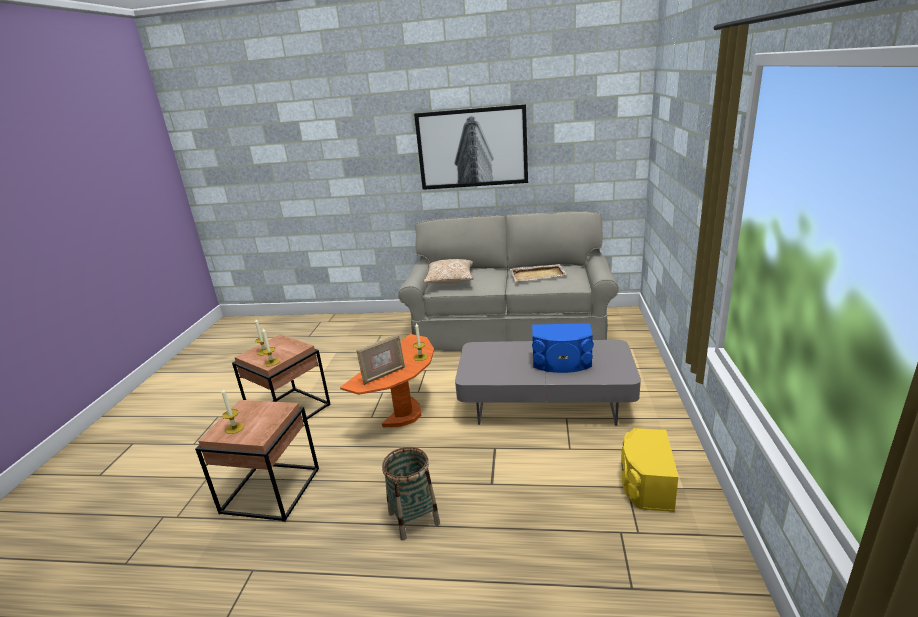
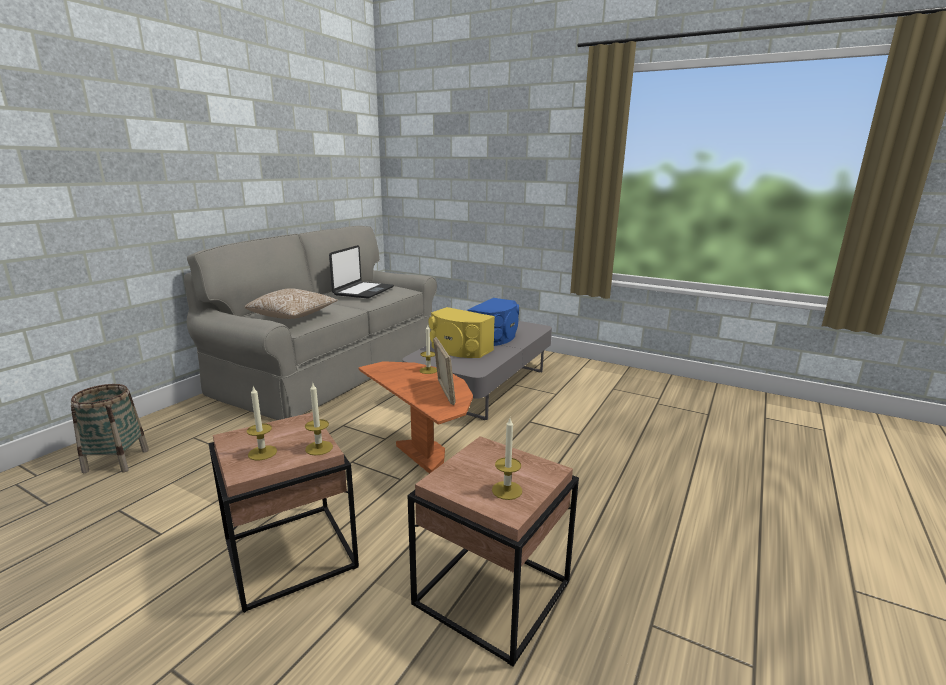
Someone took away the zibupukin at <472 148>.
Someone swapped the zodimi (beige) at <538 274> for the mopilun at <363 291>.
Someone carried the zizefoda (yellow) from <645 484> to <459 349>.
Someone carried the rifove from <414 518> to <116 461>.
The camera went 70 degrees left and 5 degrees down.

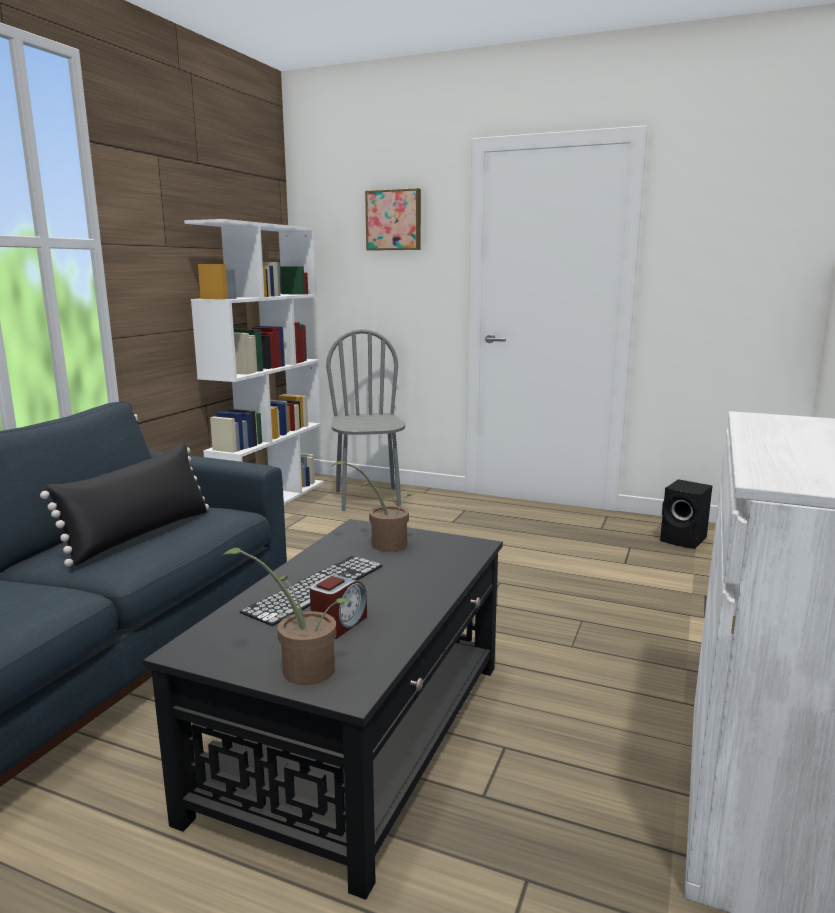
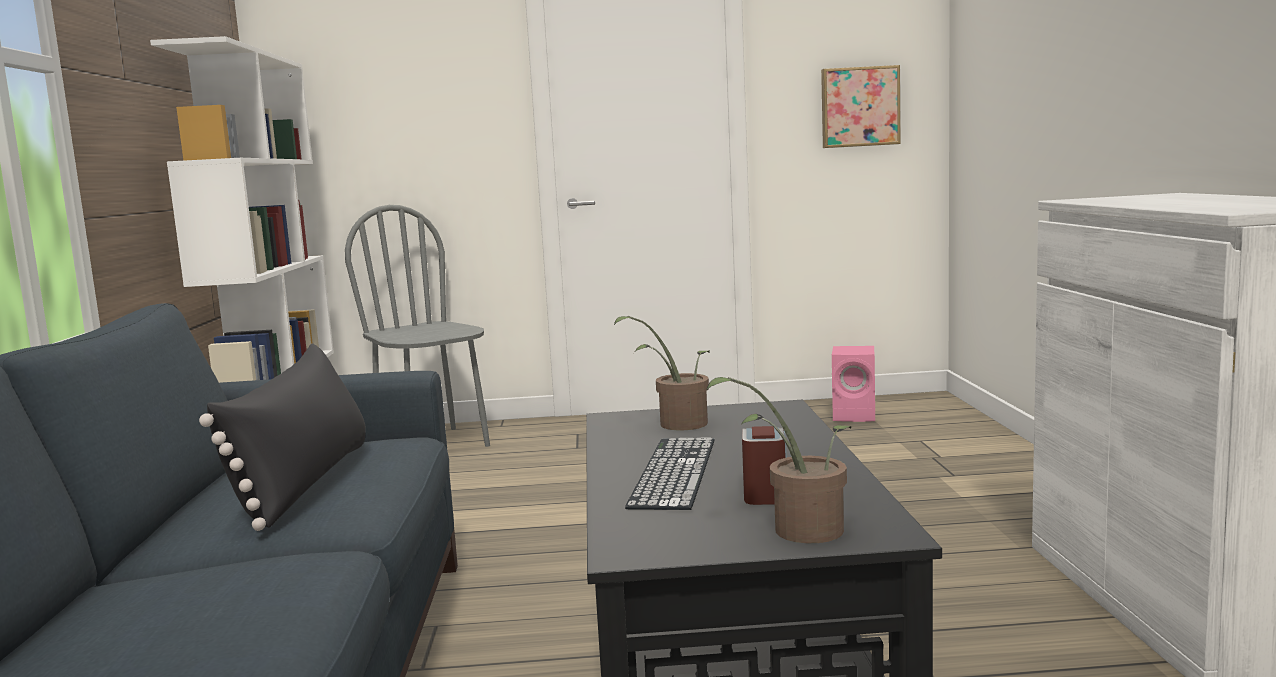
Someone carried the zibupukin from <394 220> to <859 107>.
Someone repainted the zizefoda (black) at <684 540>, which became the zizefoda (pink) at <856 416>.
The camera went 25 degrees left and 5 degrees down.

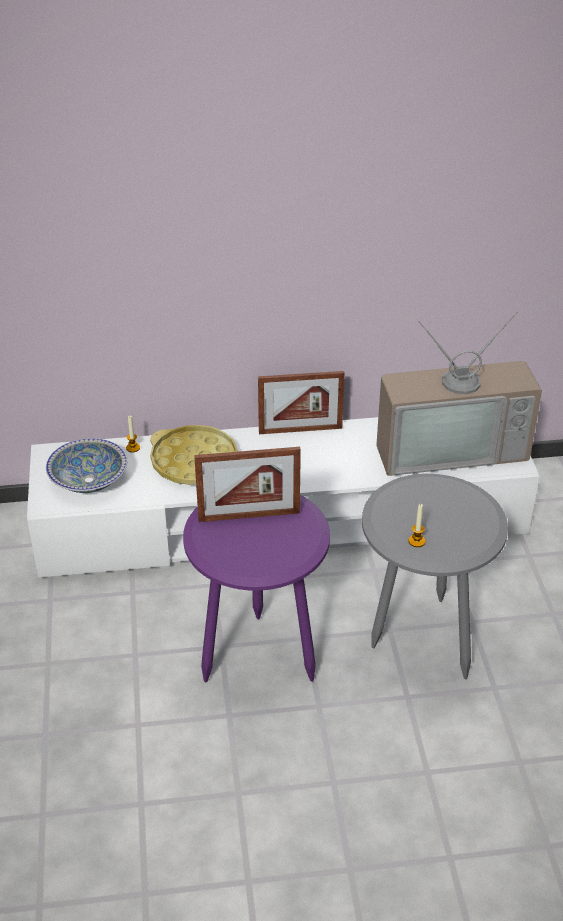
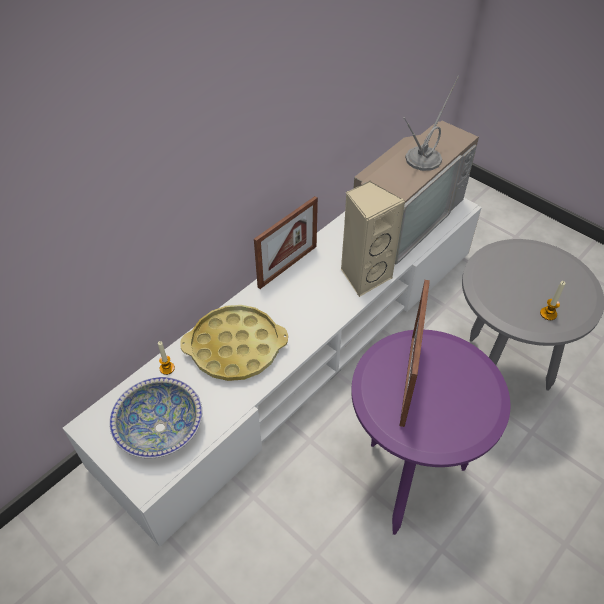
Someone rotated the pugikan at <249 516> by 150 degrees clockwise.
Someone put down the zizefoda (beige) at <364 276>.
The camera went 40 degrees left and 10 degrees up.

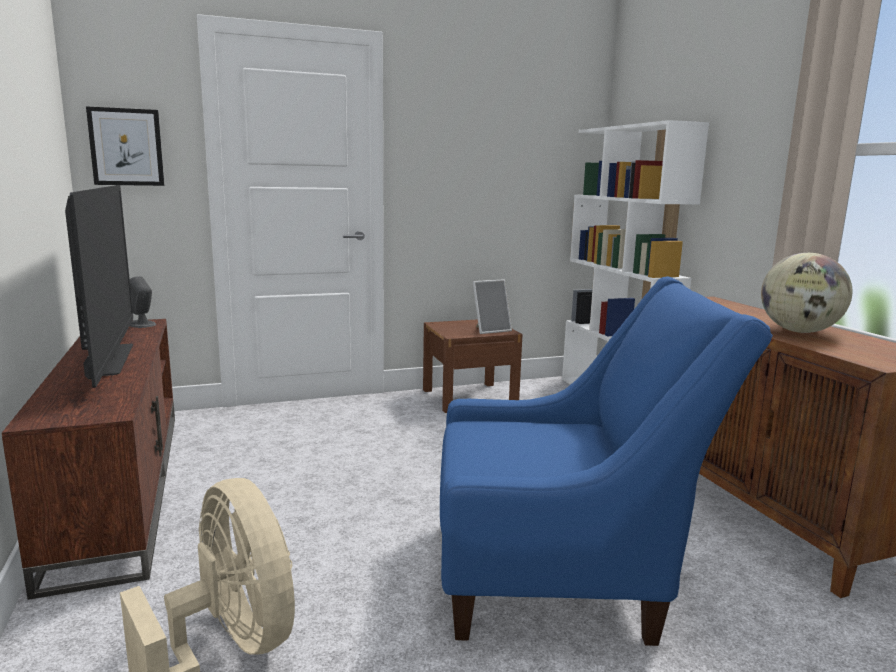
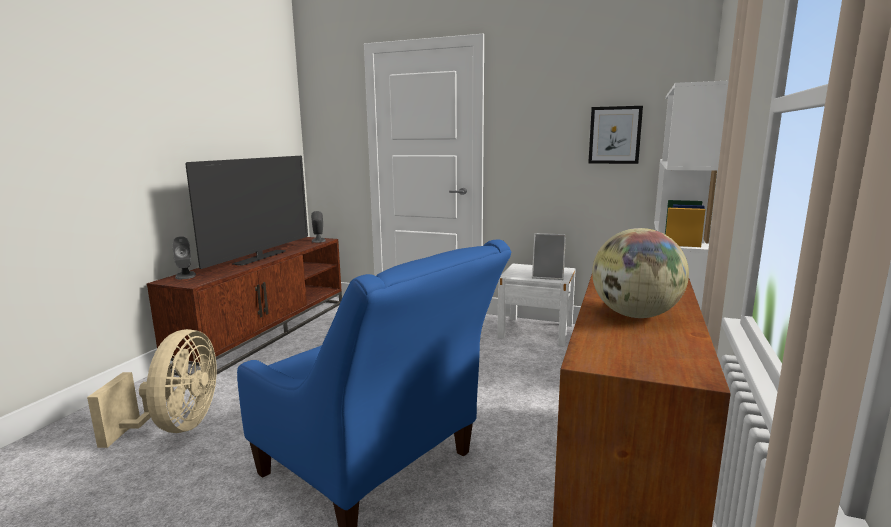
Someone carried the zibupukin from <126 147> to <615 135>.
Someone repainted the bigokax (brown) at <469 397>, which became the bigokax (white) at <536 331>.
Someone put down the zizefoda (grey) at <185 275>.
The camera went 40 degrees right and 0 degrees up.

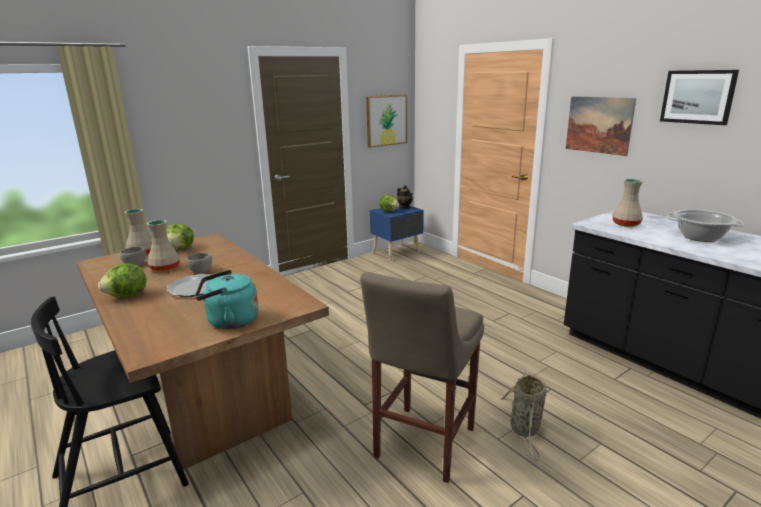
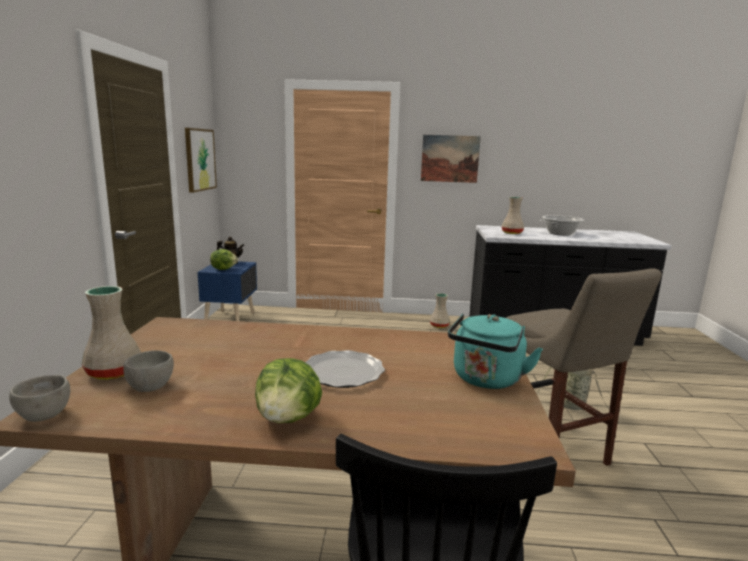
Someone took away the zibupukin at <697 97>.
Someone carried the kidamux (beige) from <165 269> to <439 326>.
Someone took away the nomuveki at <180 249>.
Someone carried the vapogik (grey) from <201 271> to <45 414>.
The camera went 50 degrees left and 5 degrees down.

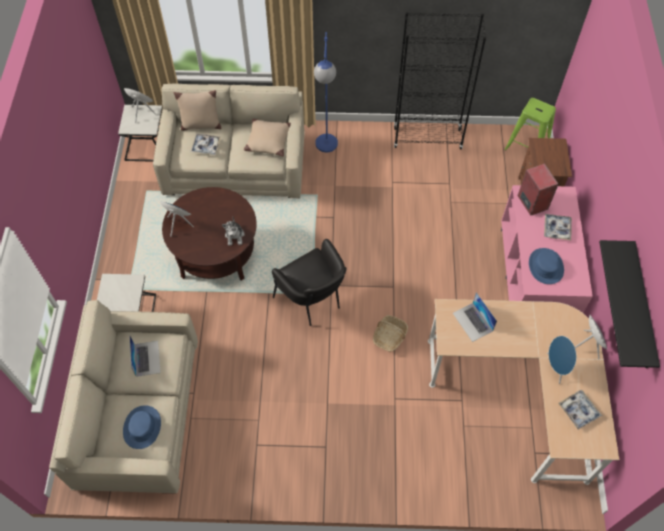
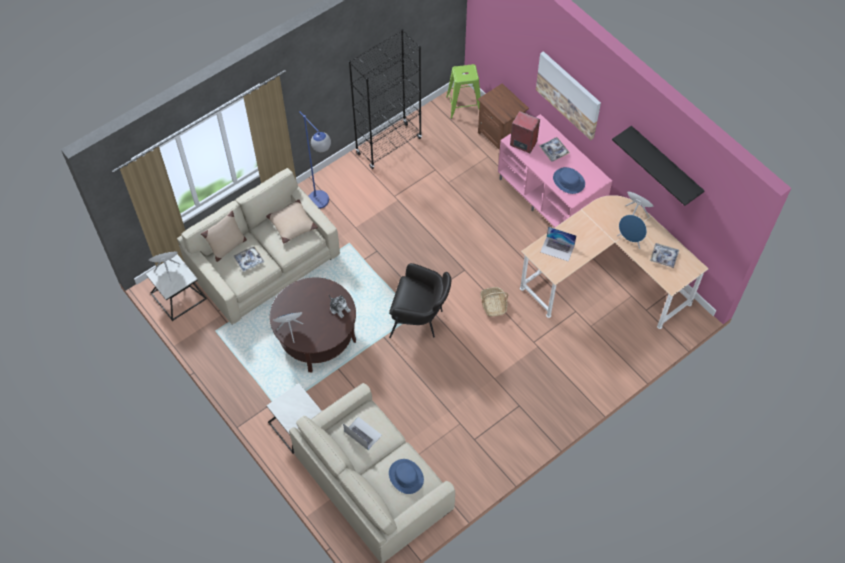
Someone put up the zibupukin at <568 95>.
The camera went 40 degrees left and 0 degrees up.

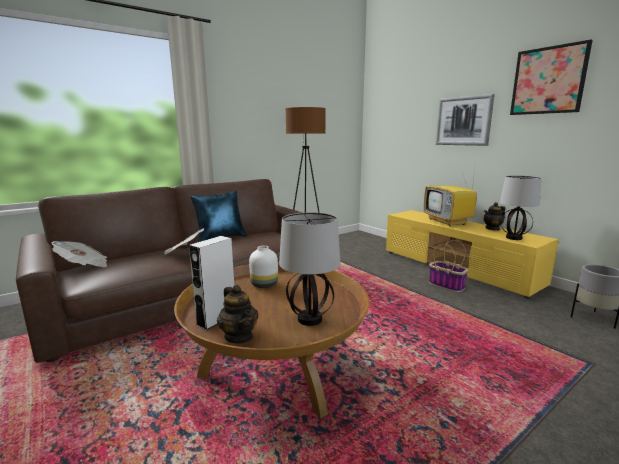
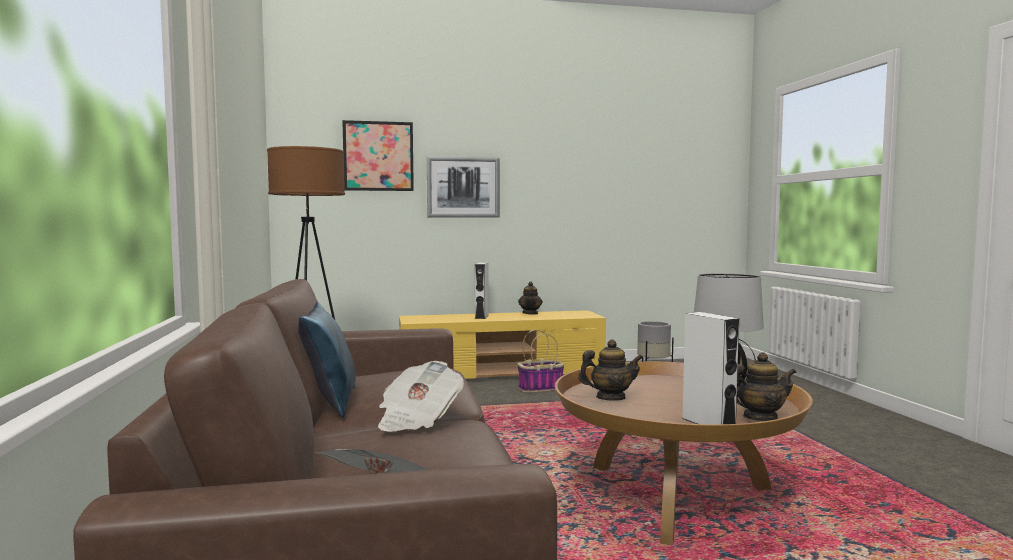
Someone carried the zibupukin from <548 80> to <378 156>.
Someone swapped the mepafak at <448 222> for the zizefoda (white) at <481 317>.
Someone took away the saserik at <513 238>.
Someone swapped the kidamux (white) at <264 284> for the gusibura at <610 398>.
The camera went 65 degrees left and 10 degrees down.

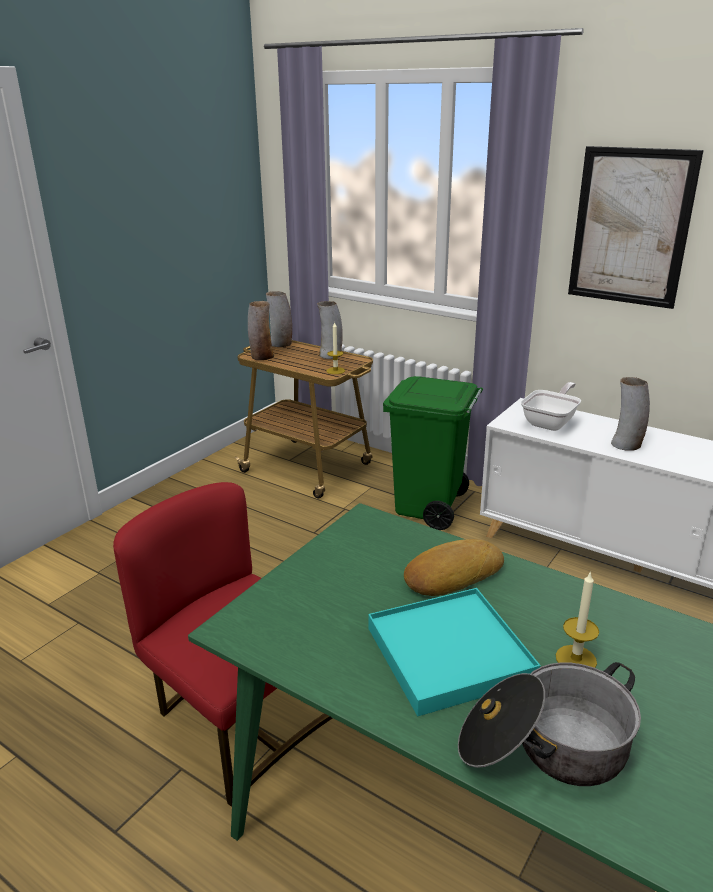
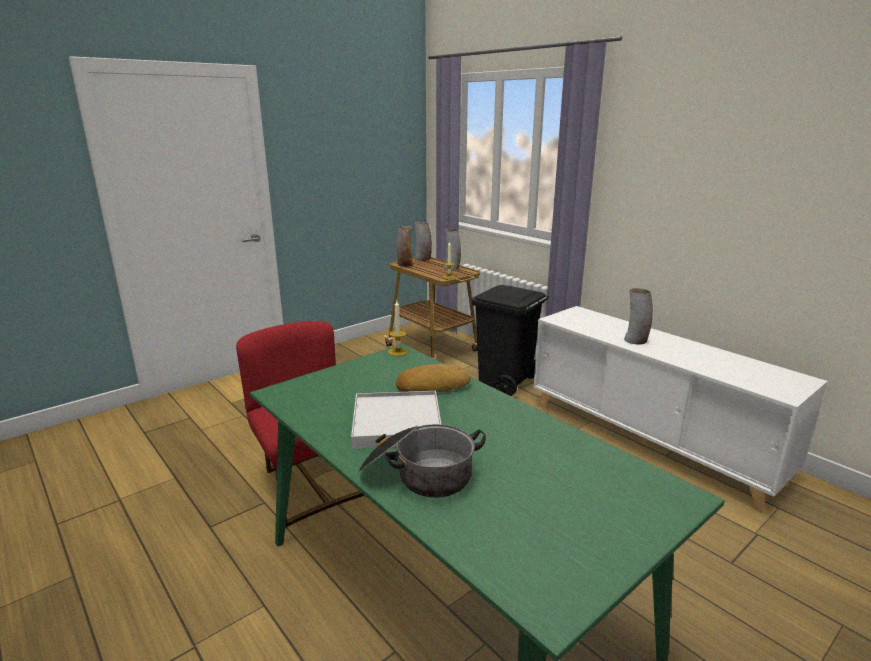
Someone took away the zibupukin at <630 227>.
Someone repainted the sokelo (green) at <429 508>, which became the sokelo (black) at <505 383>.
Someone took away the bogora at <551 422>.
Someone carried the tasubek from <576 659> to <398 352>.
Someone repainted the zodimi (turquoise) at <449 653>, which became the zodimi (white) at <397 423>.
The camera went 15 degrees right and 5 degrees down.

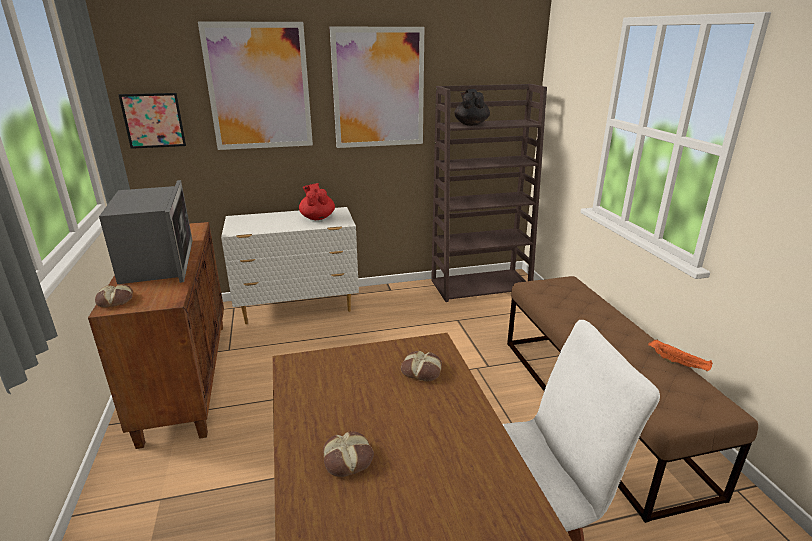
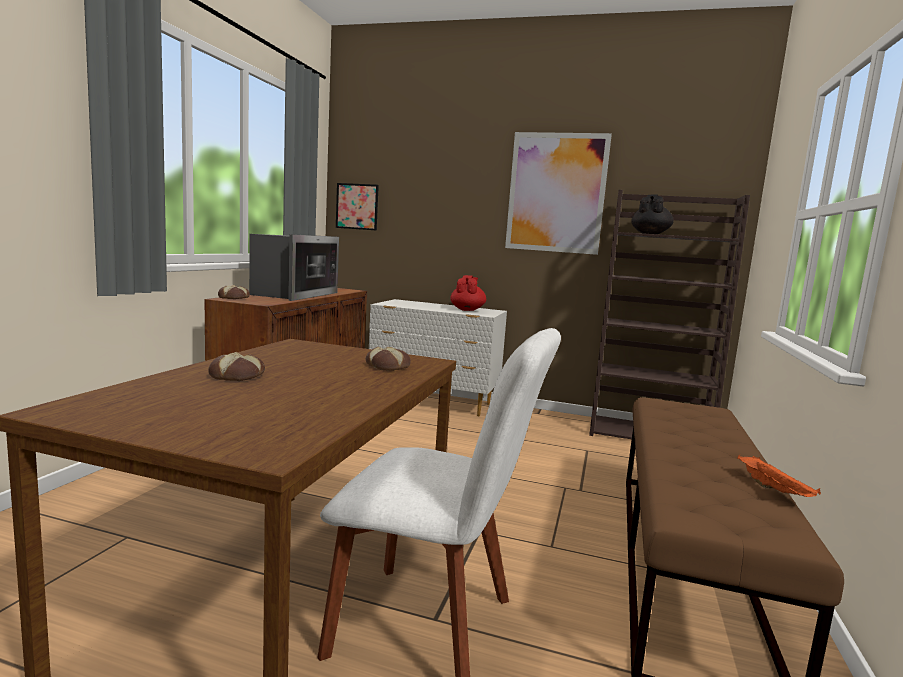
Someone took away the zibupukin at <259 87>.
The camera went 30 degrees right and 15 degrees down.

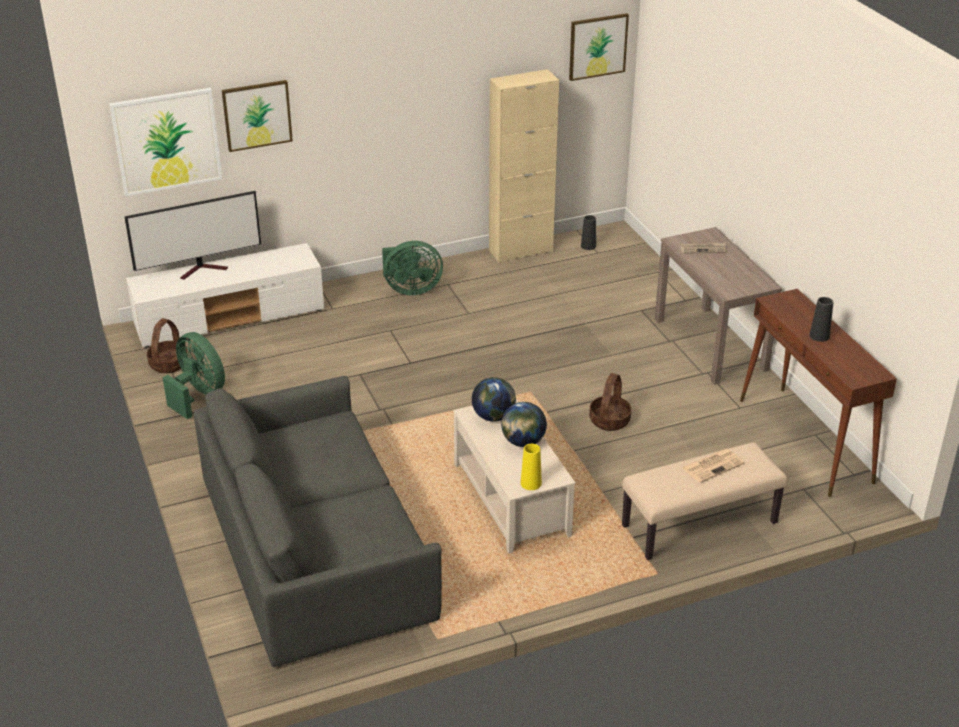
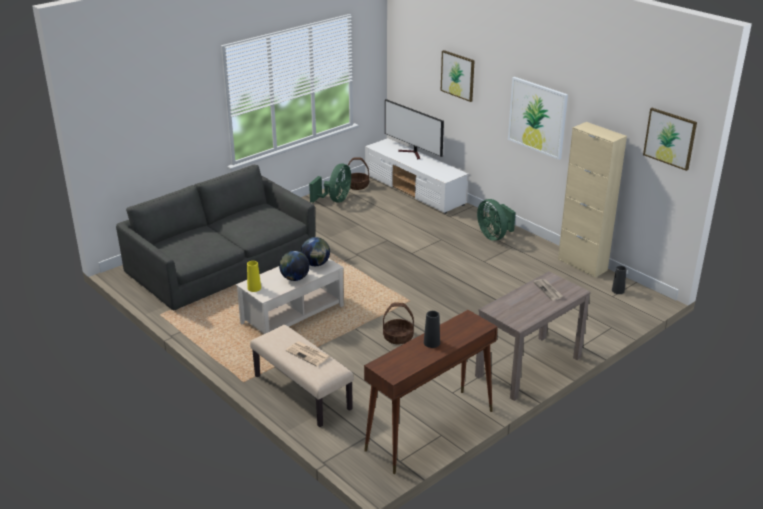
Someone carried the zibupukin from <167 141> to <537 117>.
The camera went 70 degrees right and 5 degrees down.

